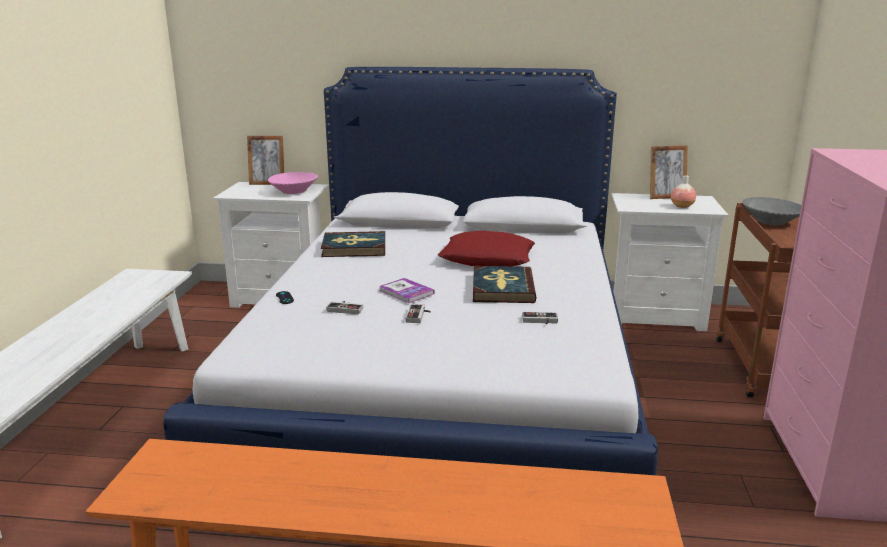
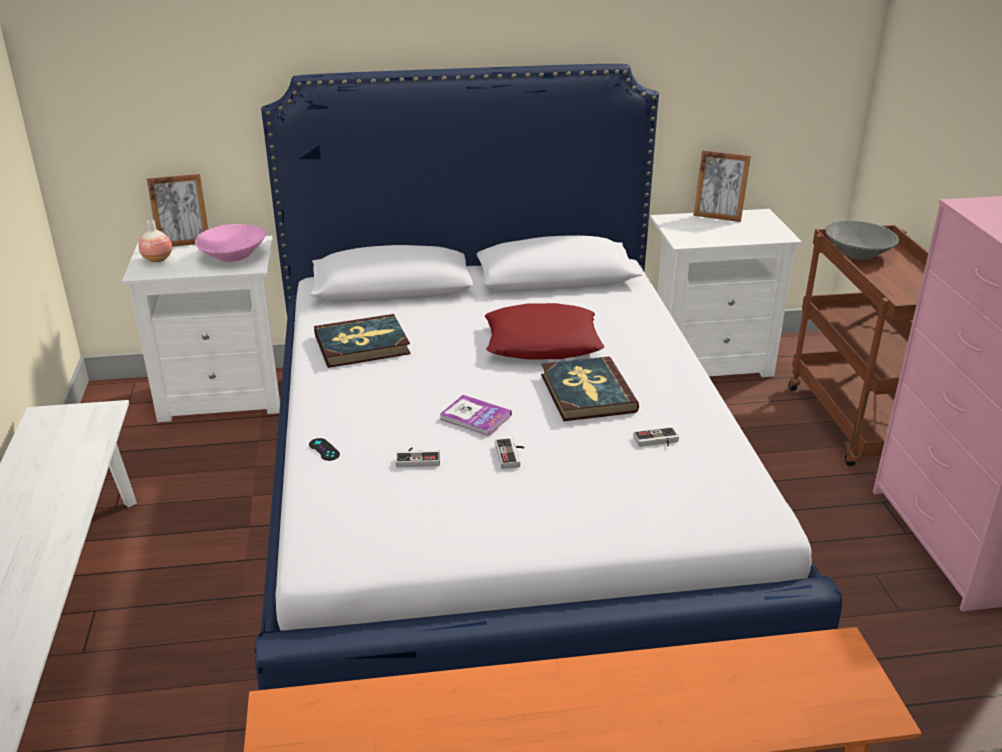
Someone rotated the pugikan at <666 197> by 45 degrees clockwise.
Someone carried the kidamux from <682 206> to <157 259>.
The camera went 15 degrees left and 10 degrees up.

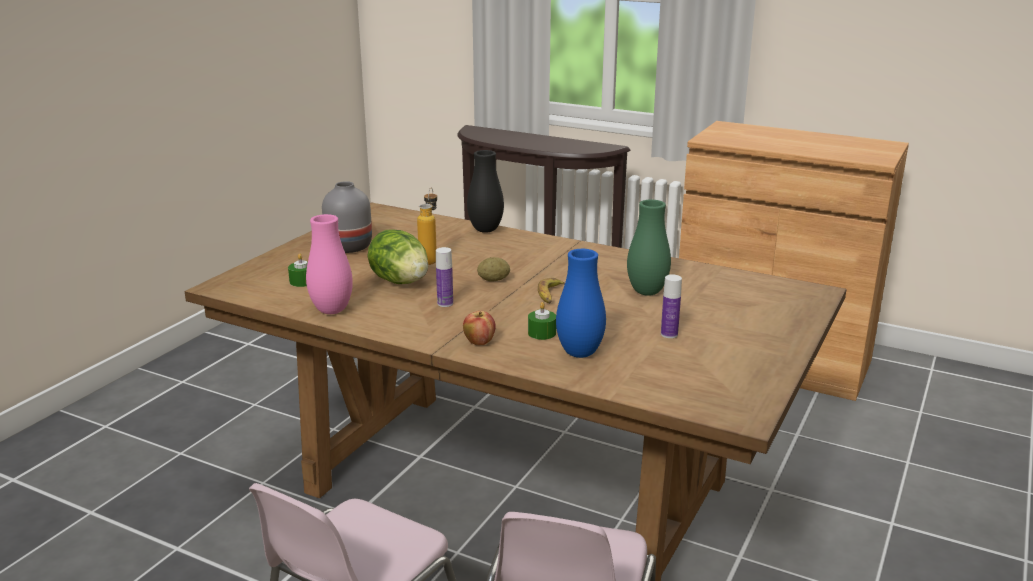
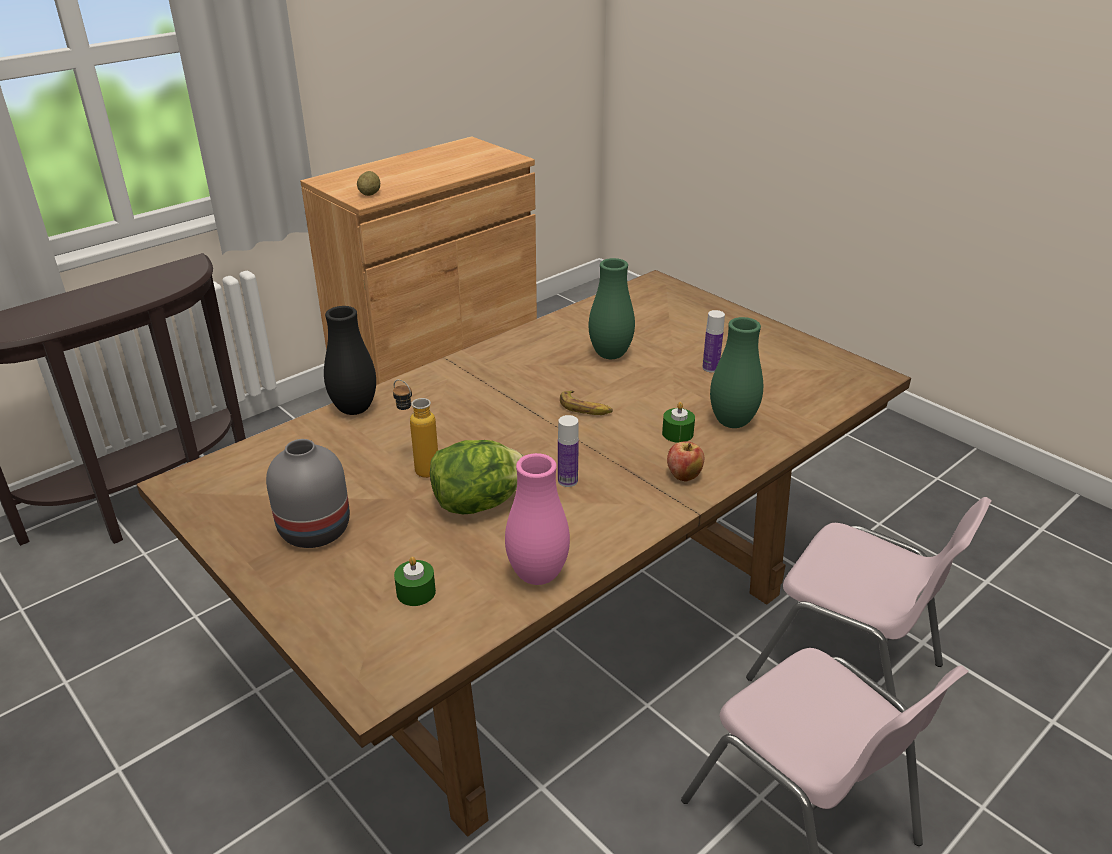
Someone repainted the kidamux (blue) at <579 353>, which became the kidamux (green) at <732 422>.
Someone carried the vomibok from <493 280> to <370 194>.
The camera went 70 degrees left and 10 degrees up.

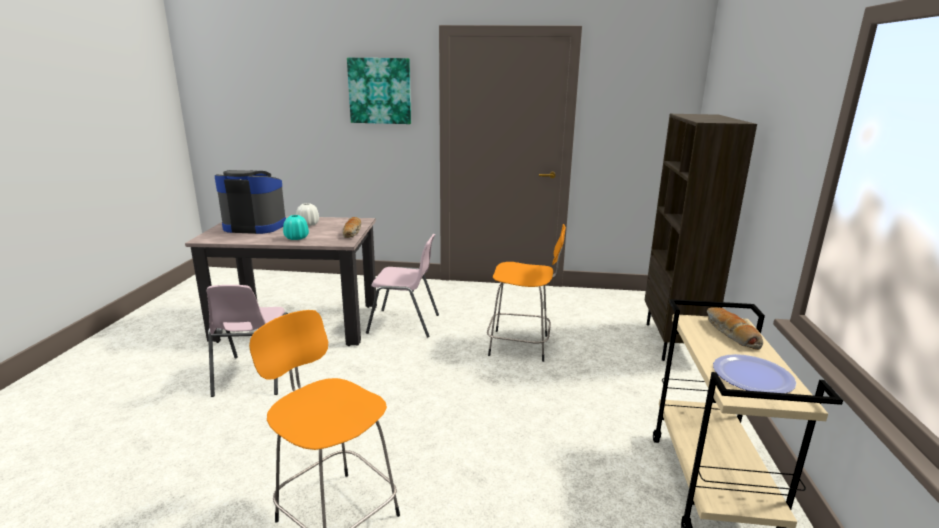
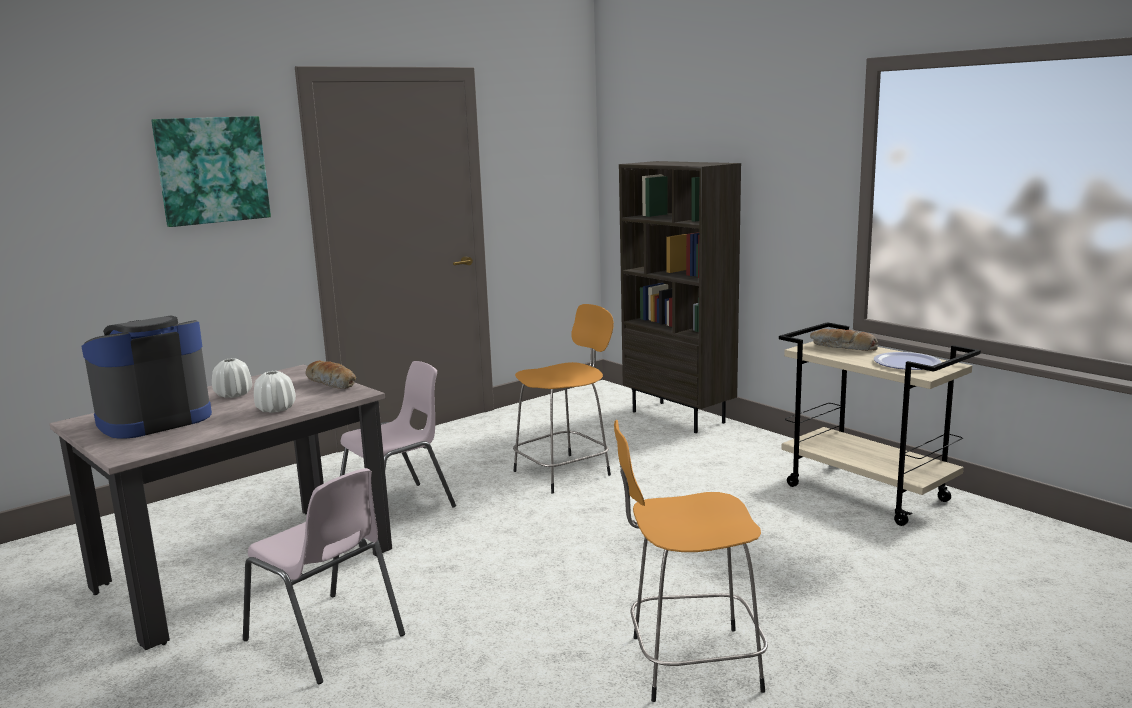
Someone repainted the kidamux (turquoise) at <296 238>, which became the kidamux (white) at <276 409>.
The camera went 45 degrees left and 5 degrees down.

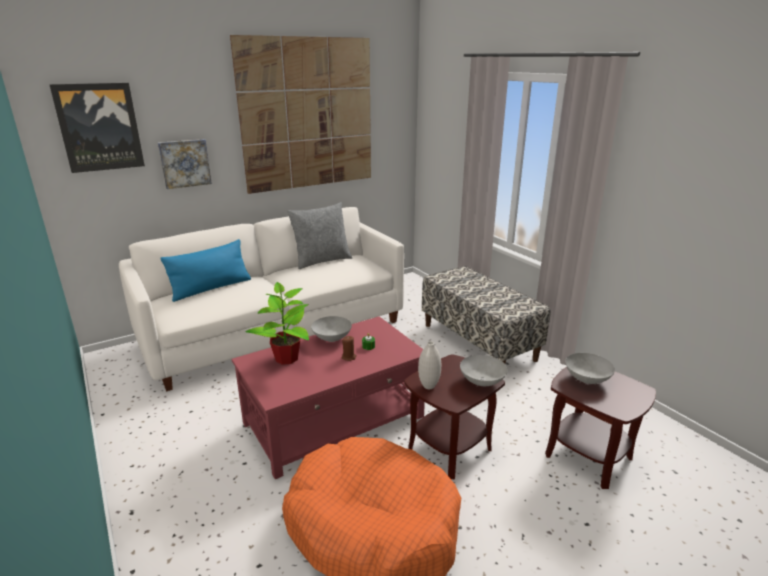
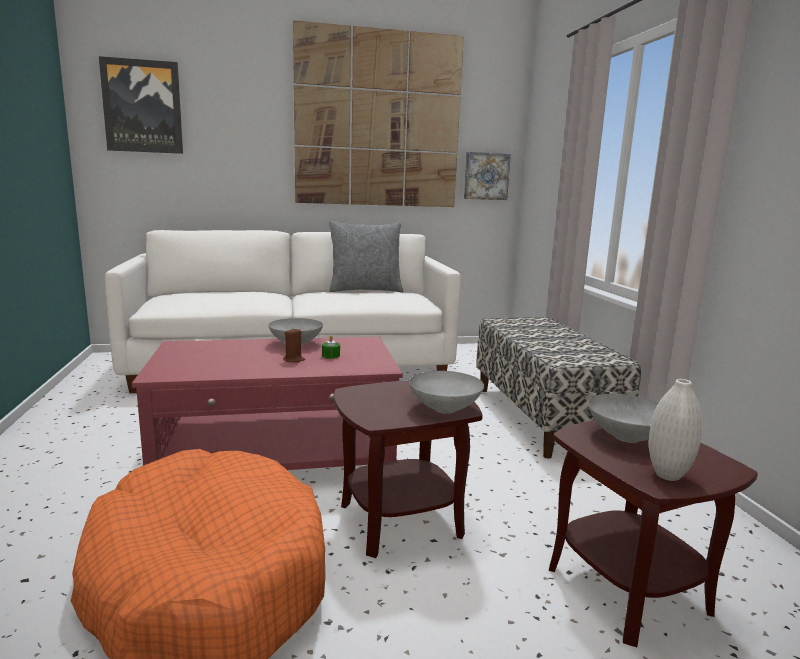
Someone carried the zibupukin from <185 163> to <486 176>.
Someone took away the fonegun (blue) at <211 288>.
Someone took away the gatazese at <286 358>.
Someone carried the kidamux (white) from <428 386> to <667 475>.
The camera went 20 degrees right and 10 degrees down.

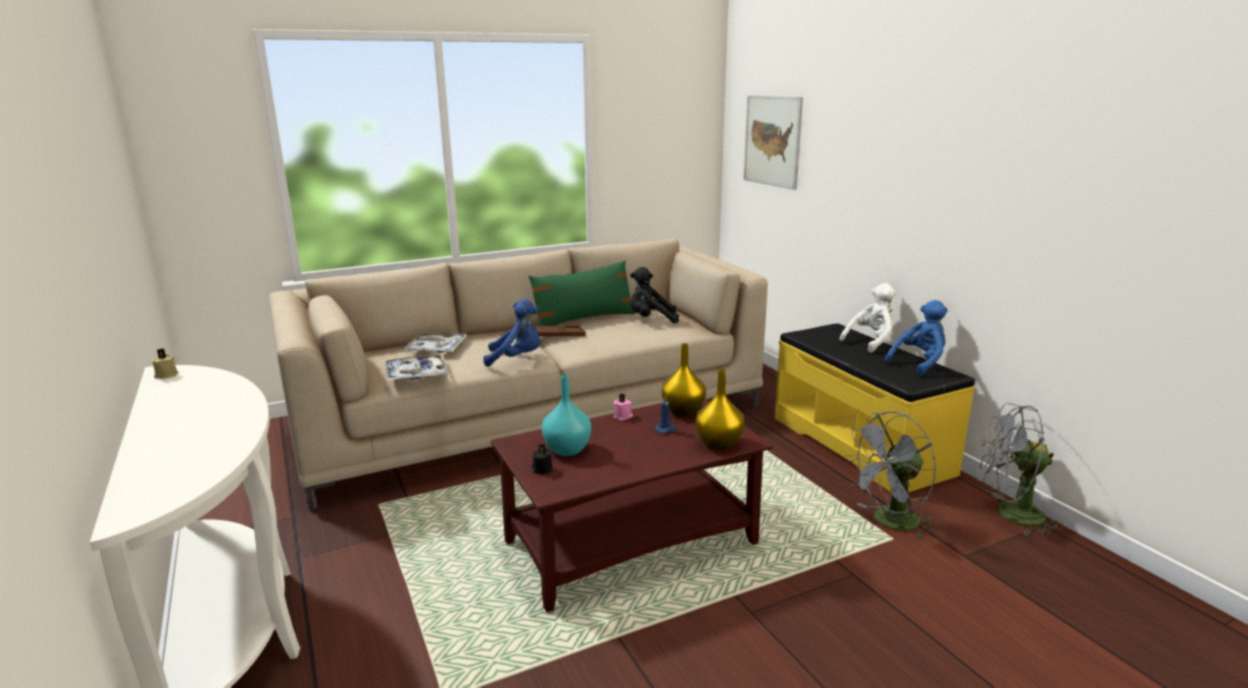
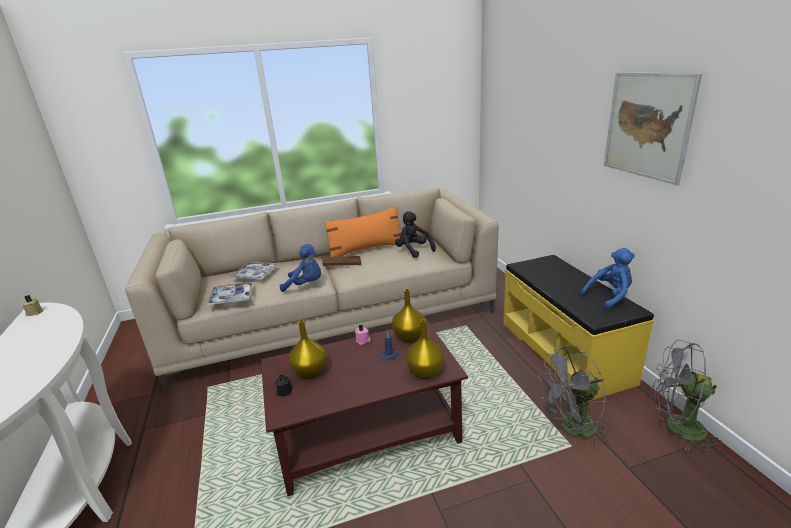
Someone carried the zibupukin from <772 141> to <647 125>.
Someone repainted the fonegun (green) at <584 320>, which became the fonegun (orange) at <366 250>.
Someone rotated the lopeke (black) at <651 320> by 45 degrees clockwise.
Someone took away the lopeke (white) at <871 342>.
Someone repainted the kidamux (turquoise) at <567 449>, which became the kidamux (yellow) at <310 372>.
The camera went 10 degrees right and 5 degrees up.

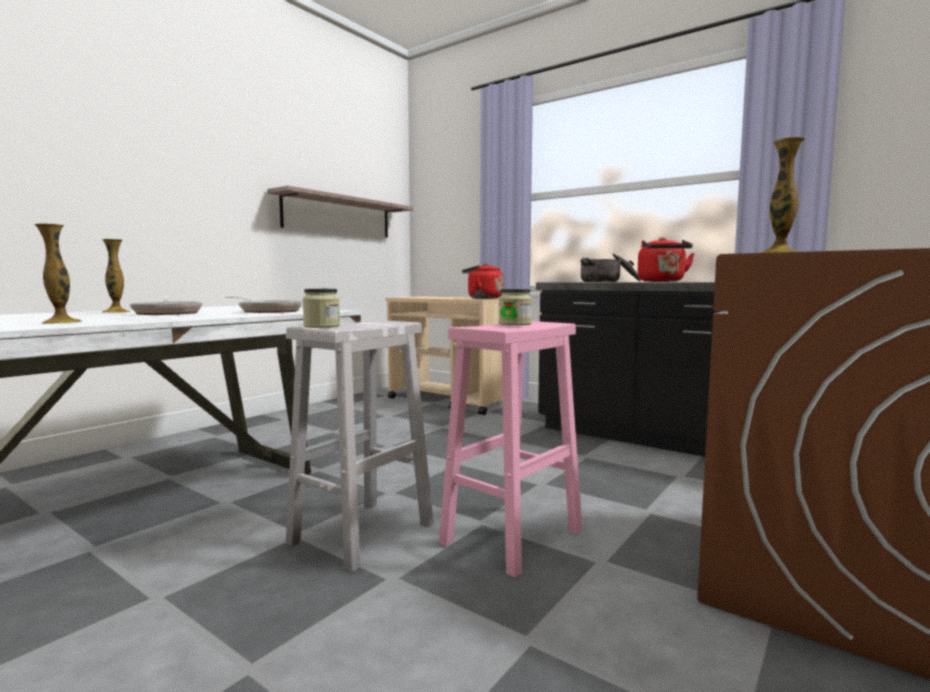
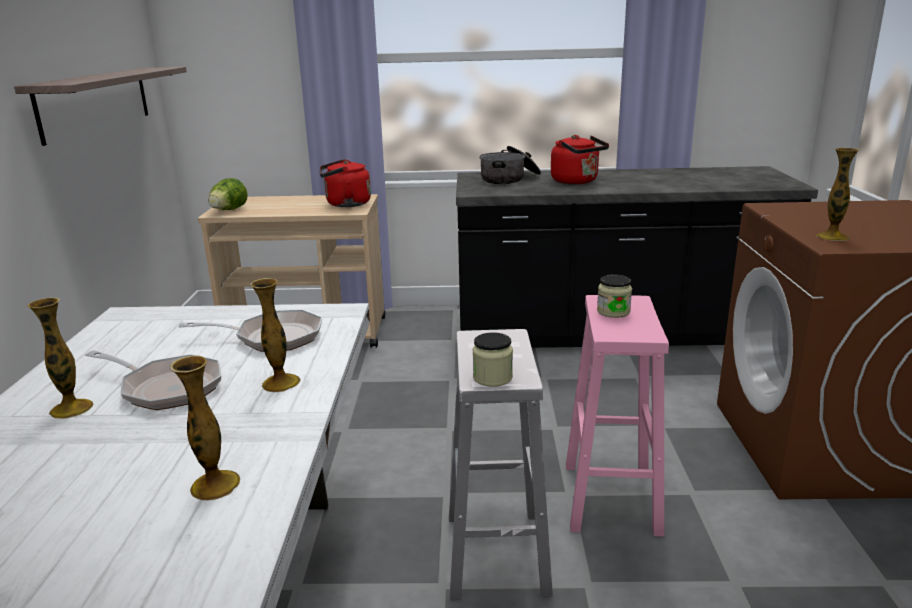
Someone put down the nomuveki at <228 210>.
Someone put down the kidamux at <281 383>.
The camera went 35 degrees left and 15 degrees up.

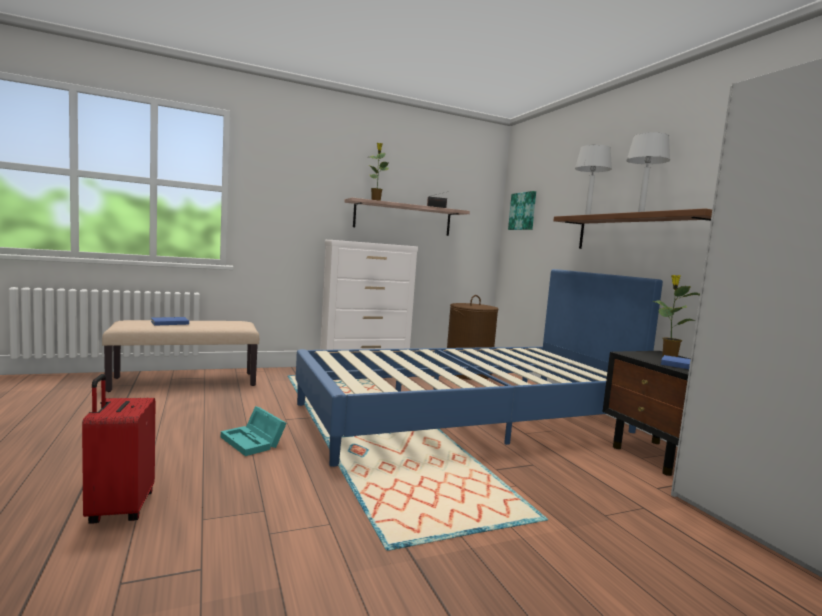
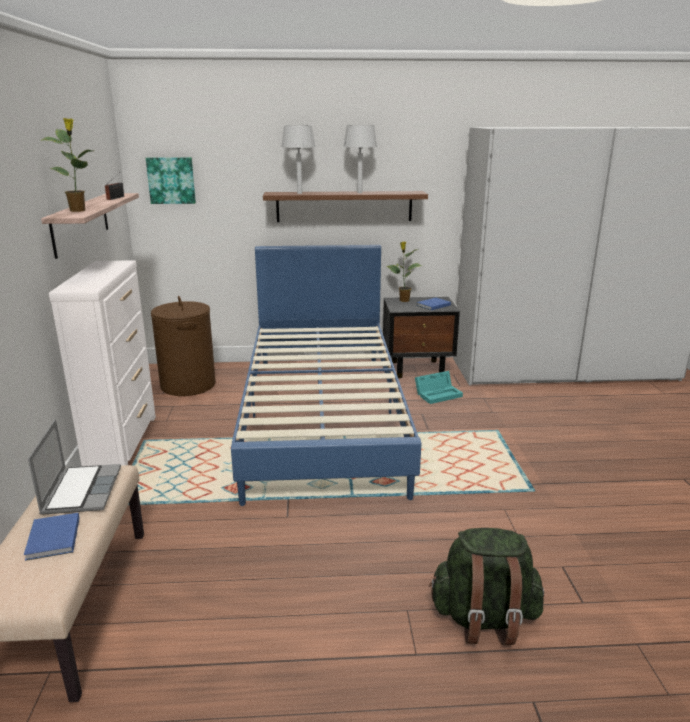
Someone swapped the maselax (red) at <119 509> for the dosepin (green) at <484 618>.
Someone carried the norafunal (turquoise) from <254 442> to <439 394>.
Someone put down the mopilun at <81 490>.
The camera went 70 degrees left and 15 degrees up.

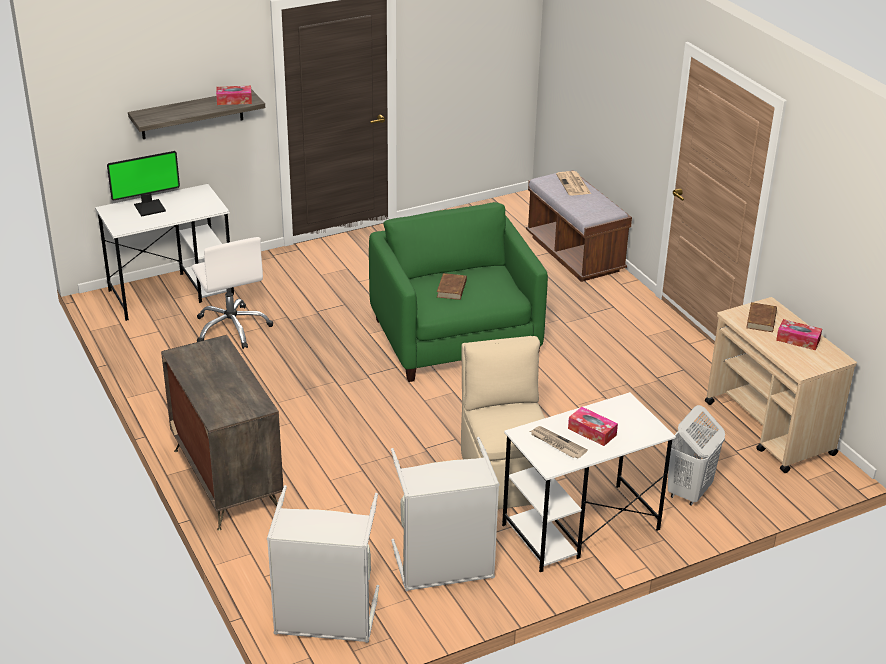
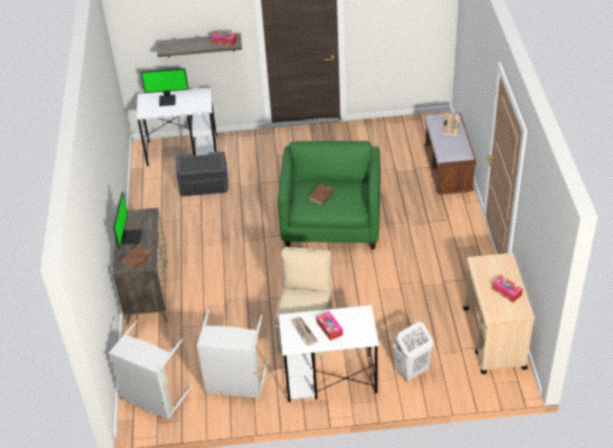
Someone swapped the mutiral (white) at <232 328> for the norafunal (grey) at <204 184>.
Someone carried the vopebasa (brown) from <761 320> to <136 259>.
Someone put down the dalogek at <130 237>.
The camera went 25 degrees right and 10 degrees up.

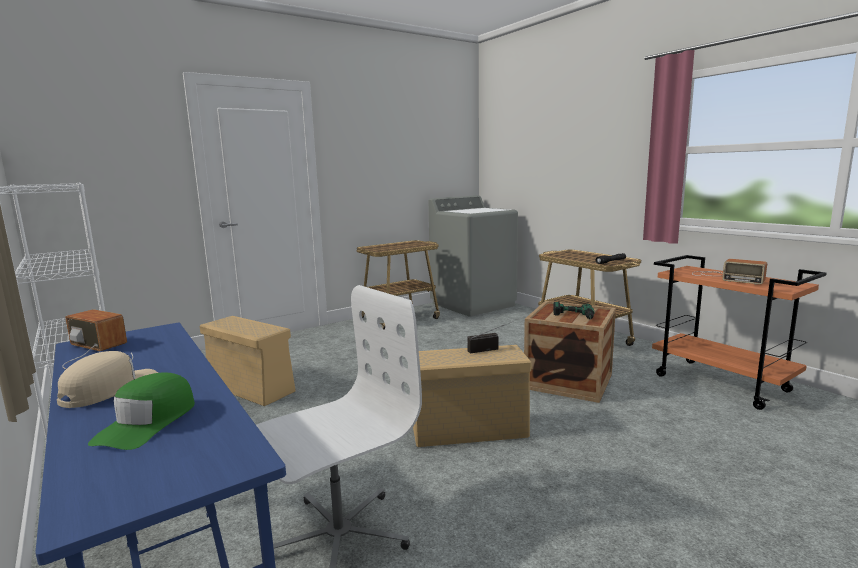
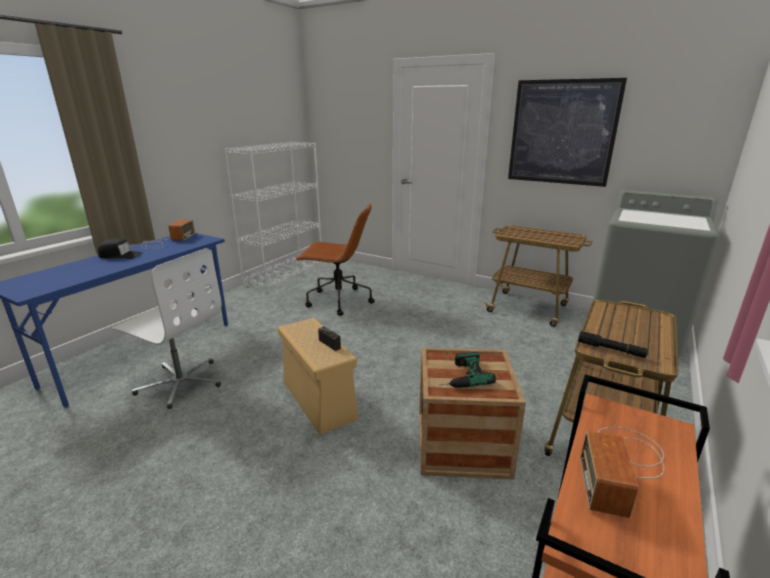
Someone swapped the norafunal (beige) at <252 388> for the mutiral (brown) at <338 301>.
Someone repainted the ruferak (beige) at <111 389>, which became the ruferak (black) at <120 255>.
Someone took away the ruferak (green) at <148 422>.
Someone put up the zibupukin at <562 133>.
The camera went 65 degrees right and 10 degrees up.

